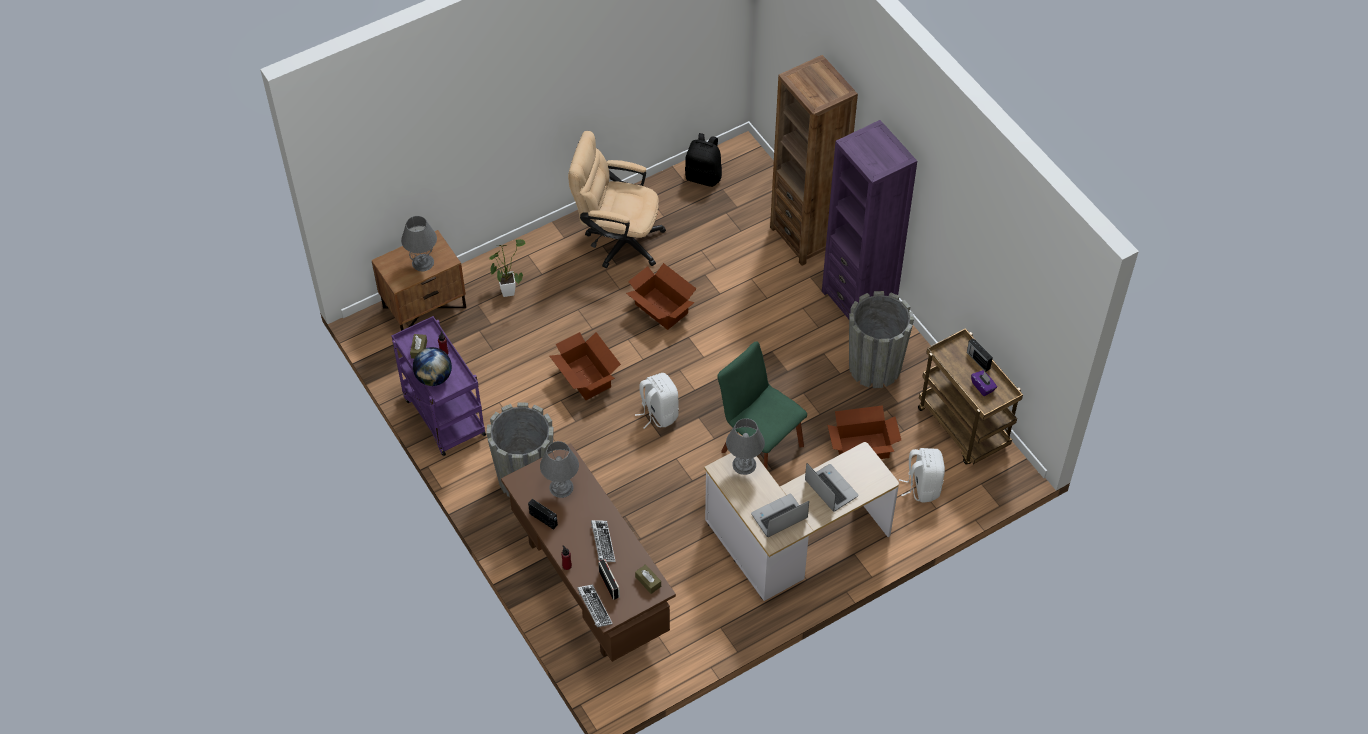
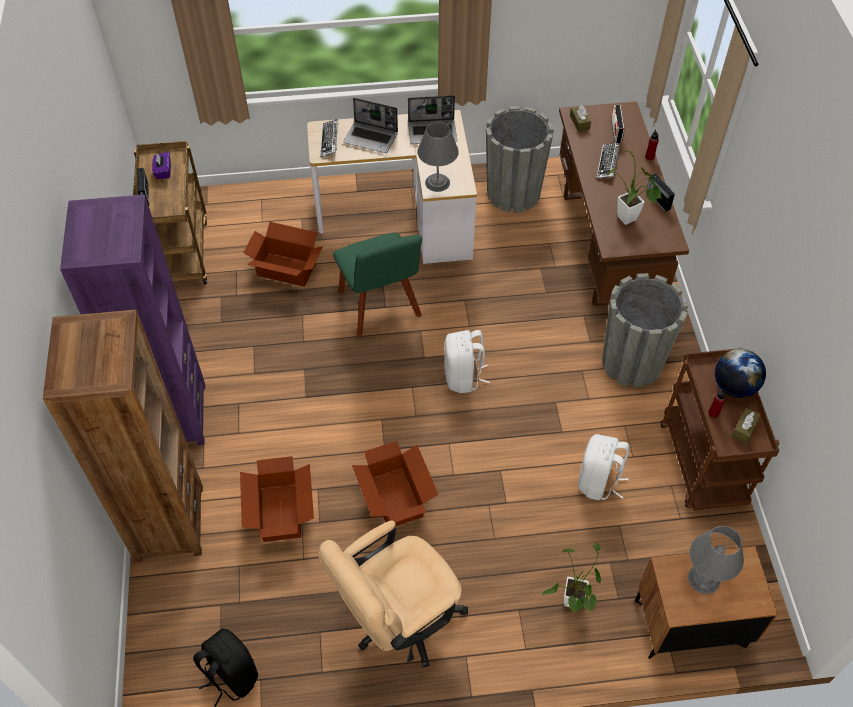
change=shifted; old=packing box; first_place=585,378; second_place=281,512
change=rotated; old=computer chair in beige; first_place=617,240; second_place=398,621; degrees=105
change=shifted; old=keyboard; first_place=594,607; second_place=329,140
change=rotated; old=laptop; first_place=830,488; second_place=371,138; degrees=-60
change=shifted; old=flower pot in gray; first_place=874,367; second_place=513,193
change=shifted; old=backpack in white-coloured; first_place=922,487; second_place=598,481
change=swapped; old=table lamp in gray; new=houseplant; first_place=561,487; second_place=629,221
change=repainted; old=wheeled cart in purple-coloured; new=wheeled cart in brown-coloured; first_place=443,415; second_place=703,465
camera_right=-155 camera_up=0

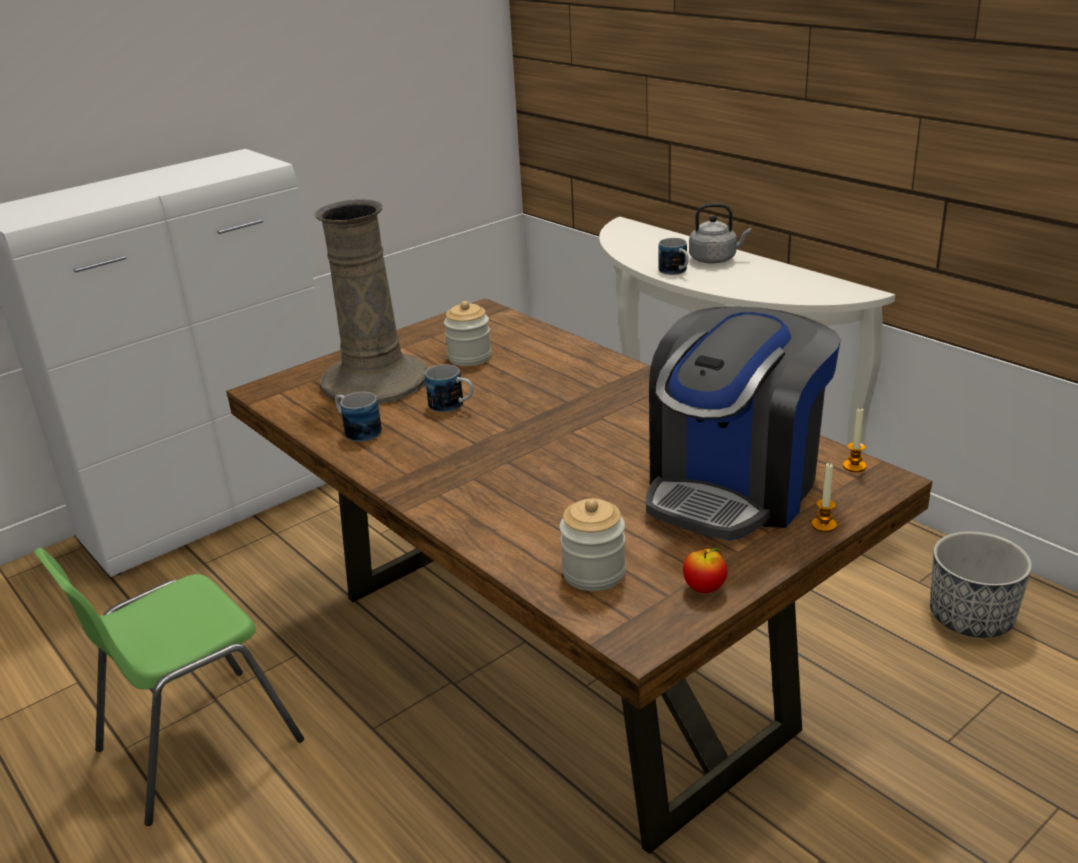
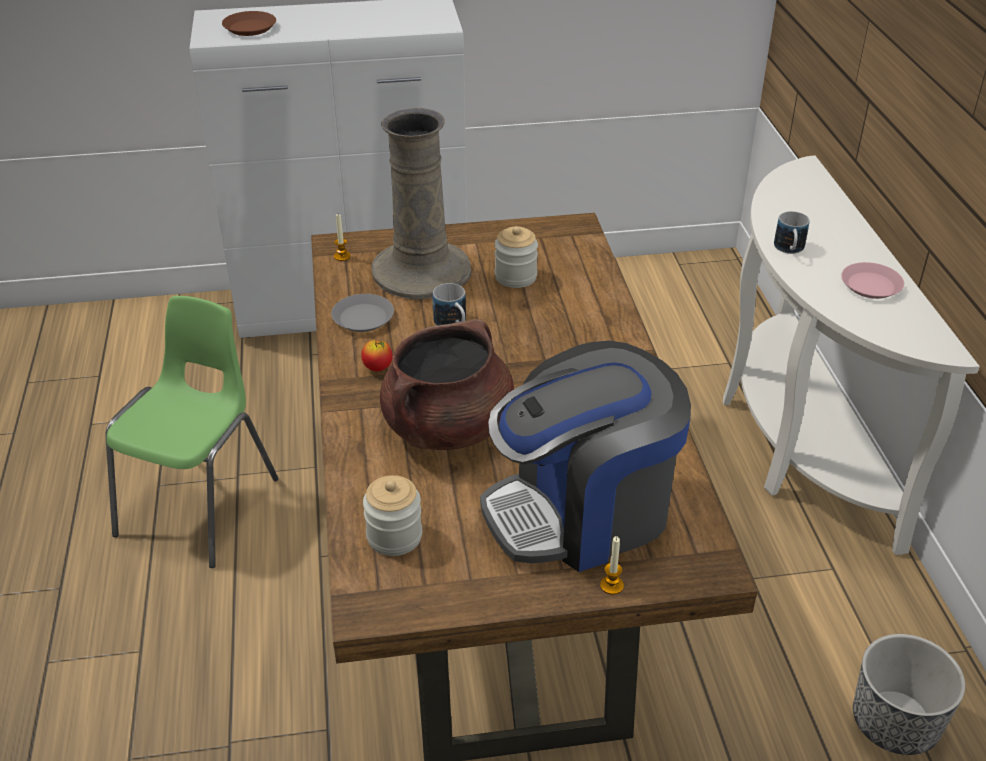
change=rotated; old=plain chair in greenish; first_place=196,745; second_place=201,506; degrees=120
change=new; new=dinner plate in brown-coloured; second_place=249,28
change=swapped; old=tea mug; new=dinner plate in gray; first_place=357,431; second_place=362,318
change=shifted; old=wax light; first_place=854,466; second_place=342,256
change=shifted; old=whole apple; first_place=704,588; second_place=378,368
change=new; new=stockpot in brown-coloured; second_place=447,428
change=new; new=dinner plate in pink; second_place=871,286
change=gone; old=tea kettle in gray; first_place=715,259
camera_right=30 camera_up=10

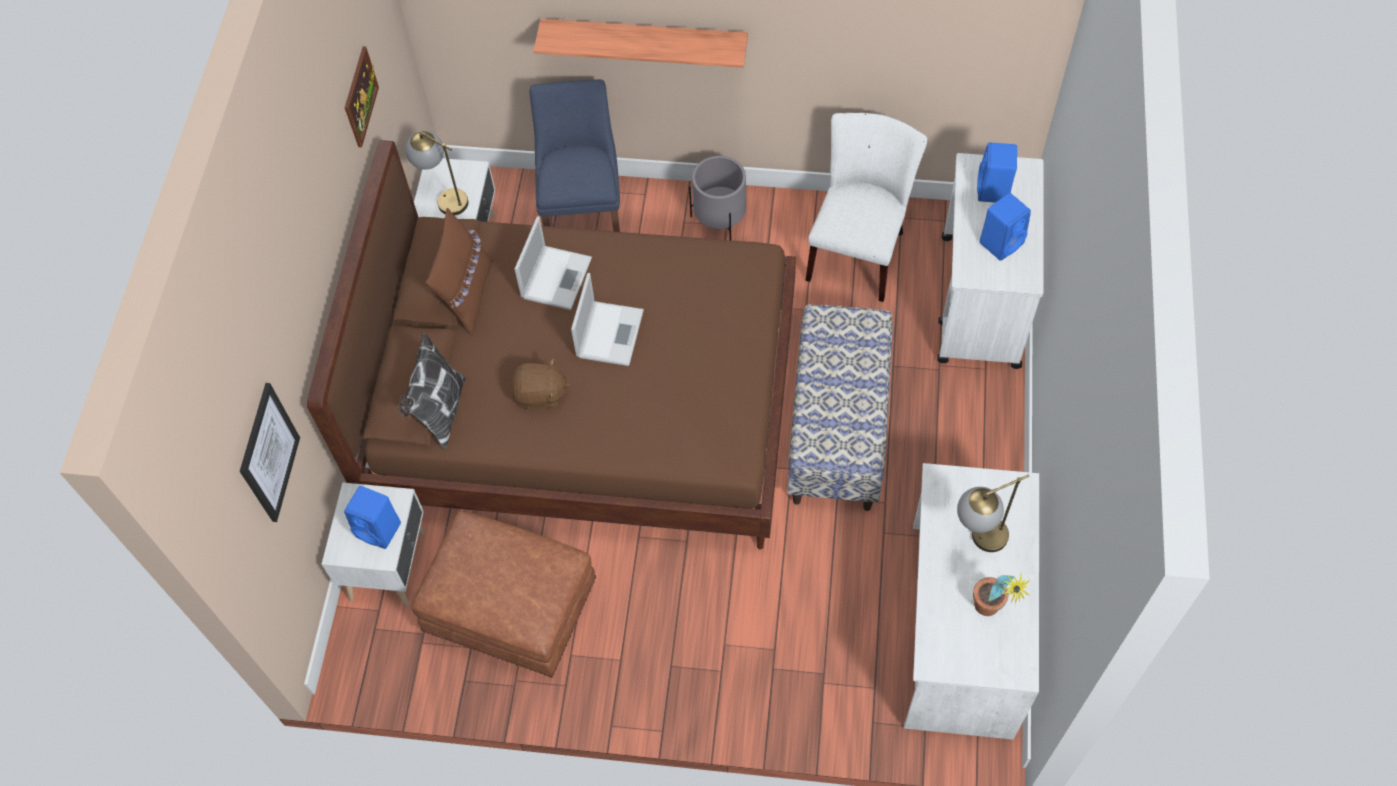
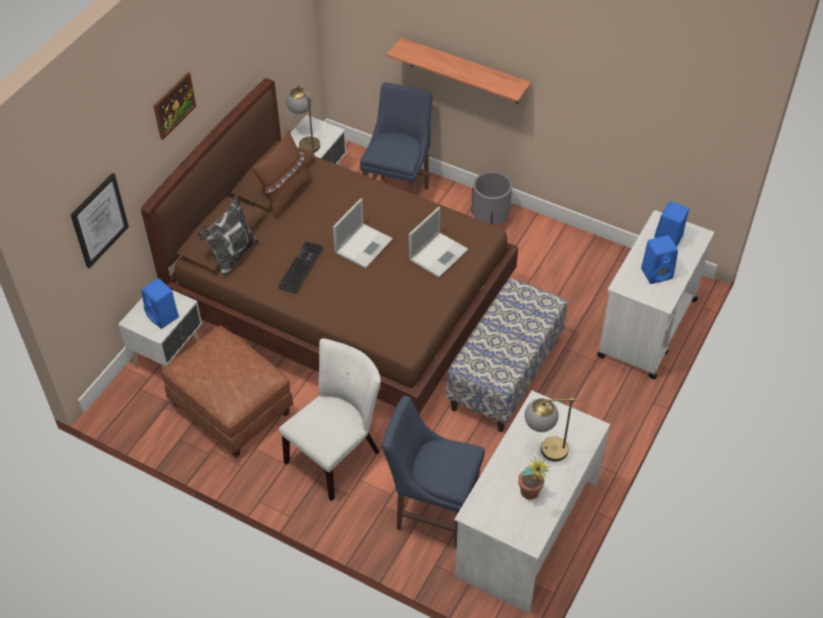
change=shifted; old=wall picture; first_place=360,97; second_place=174,105
change=swapped; old=soft toy in brown-coloured; new=keyboard; first_place=540,395; second_place=300,267
change=shifted; old=plain chair in white-coloured; first_place=858,250; second_place=337,454
change=new; new=plain chair in blue-coloured; second_place=432,511
change=shifted; old=laptop; first_place=556,276; second_place=439,254
camera_right=20 camera_up=-10

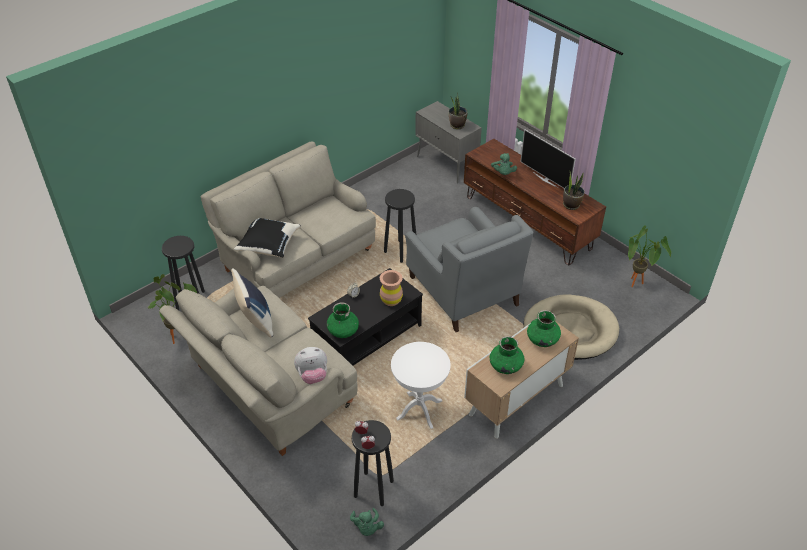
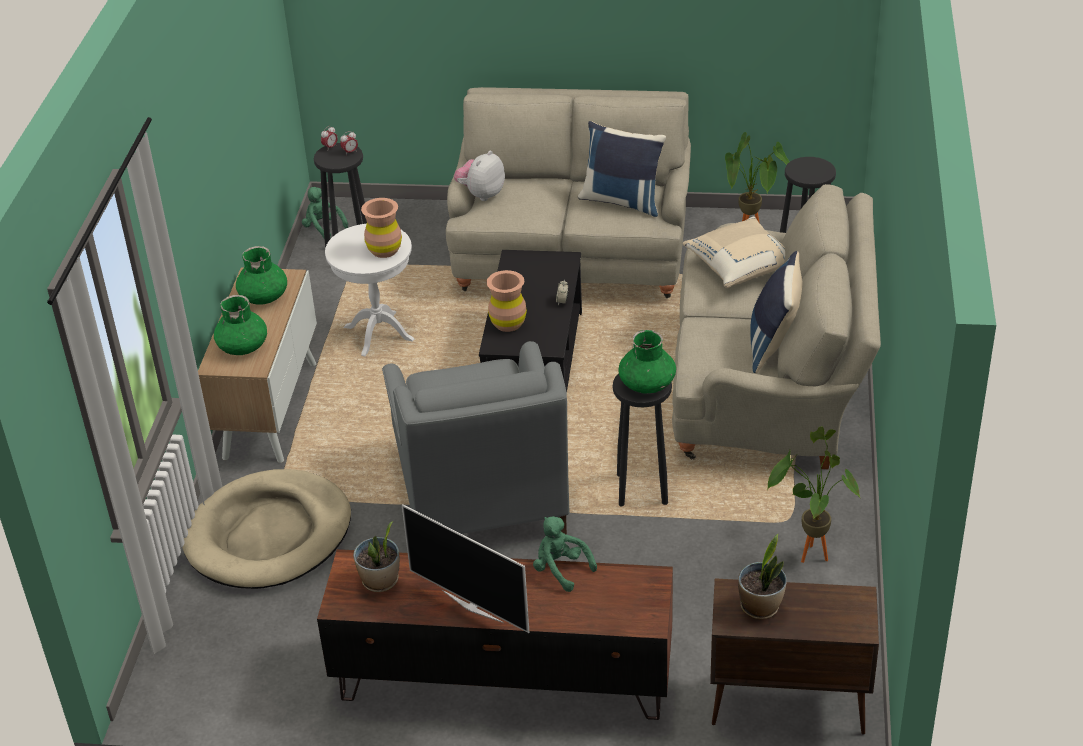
change=new; new=decorative vase in brown-coloured; second_place=384,250
change=rotated; old=armchair in gray; first_place=463,290; second_place=481,493; degrees=-120
change=rotated; old=television; first_place=545,179; second_place=473,605; degrees=-150
change=shifted; old=decorative vase in greenish; first_place=343,330; second_place=647,384
change=repainted; old=pillow in blackish; new=pillow in beige; first_place=268,245; second_place=741,266
change=repainted; old=cabinet in gray; new=cabinet in brown-coloured; first_place=446,165; second_place=786,704
change=new; new=pillow in blue-coloured; second_place=774,345
change=shifted; old=houseplant; first_place=636,285; second_place=807,552
camera_right=140 camera_up=-5

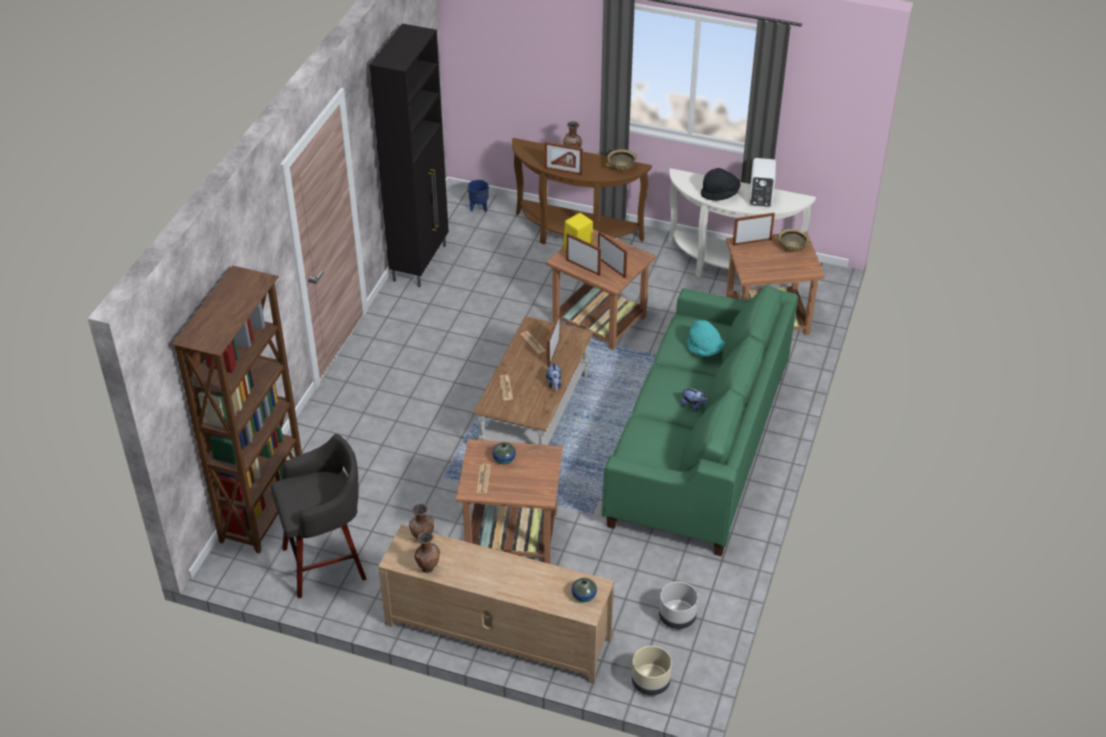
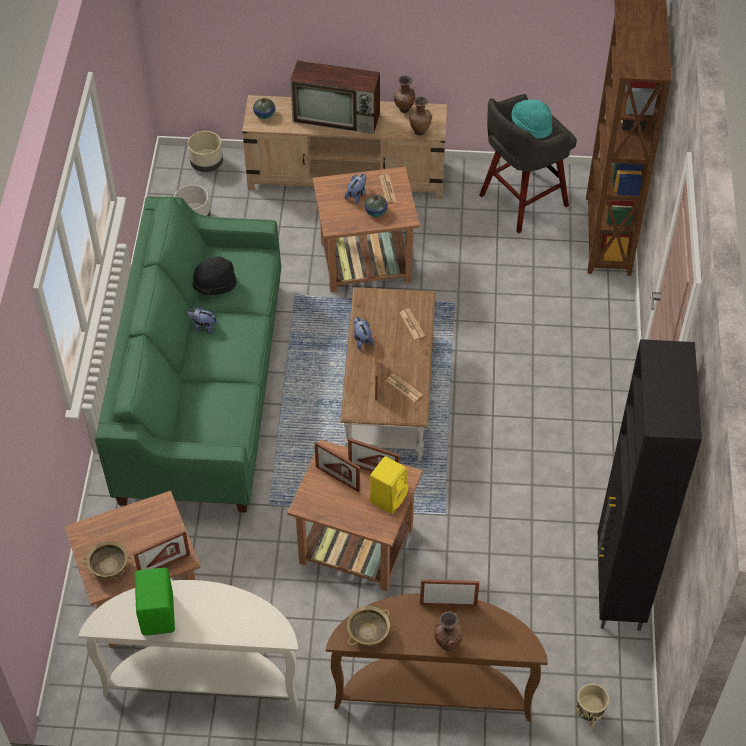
change=repainted; old=loudspeaker in white-coloured; new=loudspeaker in greenish; first_place=759,198; second_place=159,613
change=shifted; old=wearable hat in blackish; first_place=720,194; second_place=213,285
change=new; new=television; second_place=338,117
change=new; new=soft toy; second_place=357,195
change=shifted; old=wearable hat in turquoise; first_place=704,350; second_place=531,126
change=repainted; old=flower pot in blue-coloured; new=flower pot in beige; first_place=479,208; second_place=588,716
camera_right=165 camera_up=10

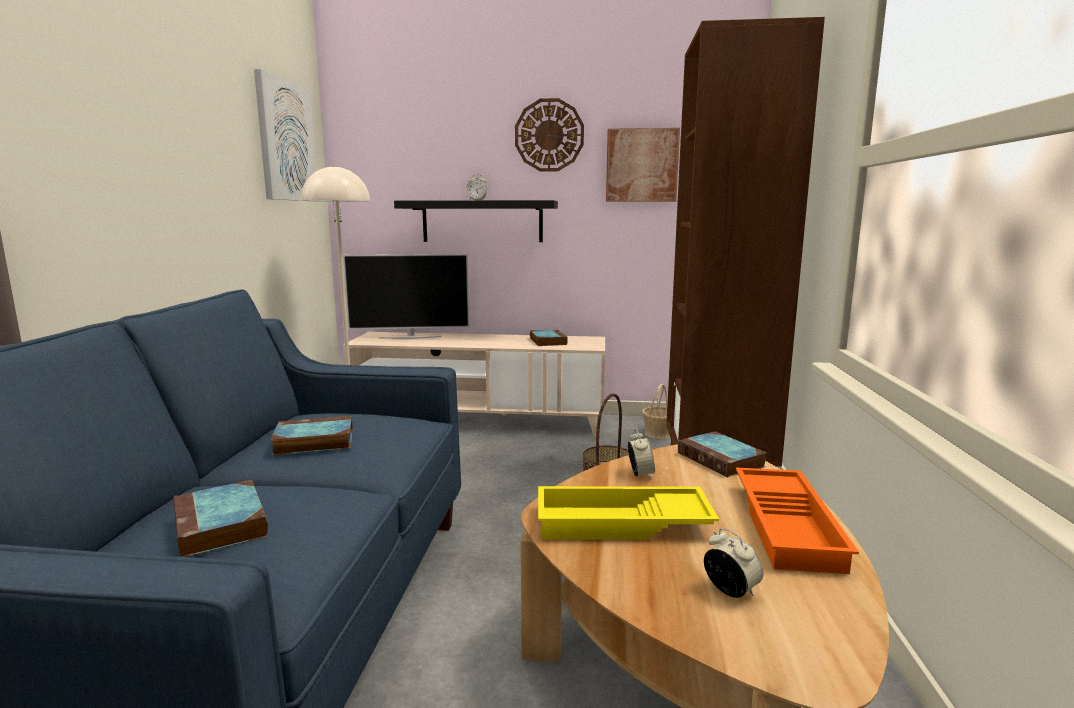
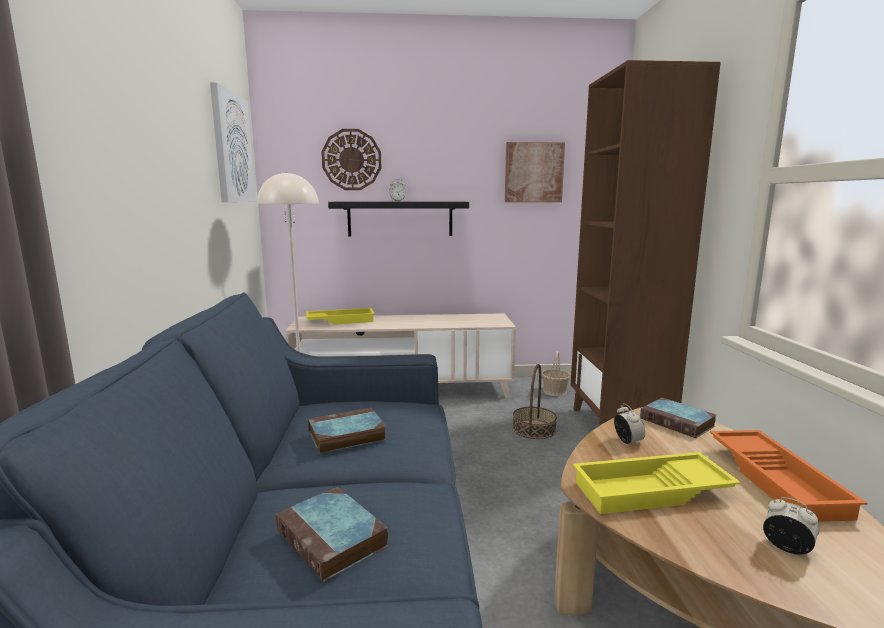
change=swapped; old=television; new=tray in yellow; first_place=410,337; second_place=341,320
change=shifted; old=clock on the wall; first_place=549,135; second_place=351,160
change=gone; old=bound book; first_place=547,341
camera_right=-10 camera_up=0

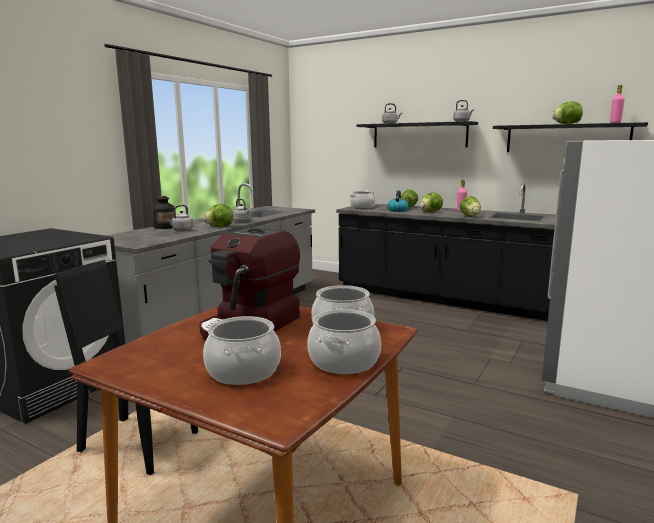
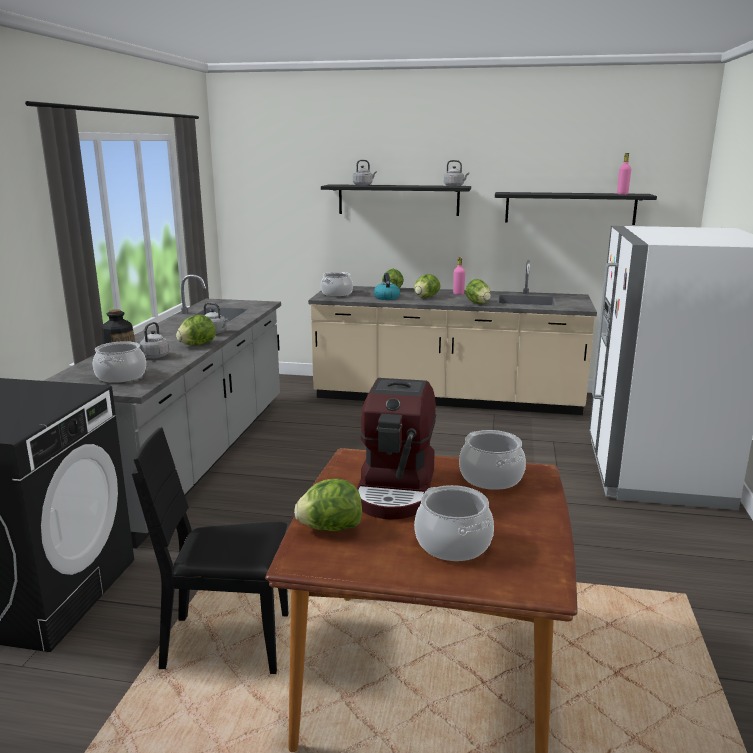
change=shifted; old=stockpot; first_place=343,361; second_place=120,376
change=shifted; old=lettuce head; first_place=566,124; second_place=330,528
change=repainted; old=kitchen counter in blackish; new=kitchen counter in beige; first_place=447,299; second_place=447,398
camera_right=-20 camera_up=5

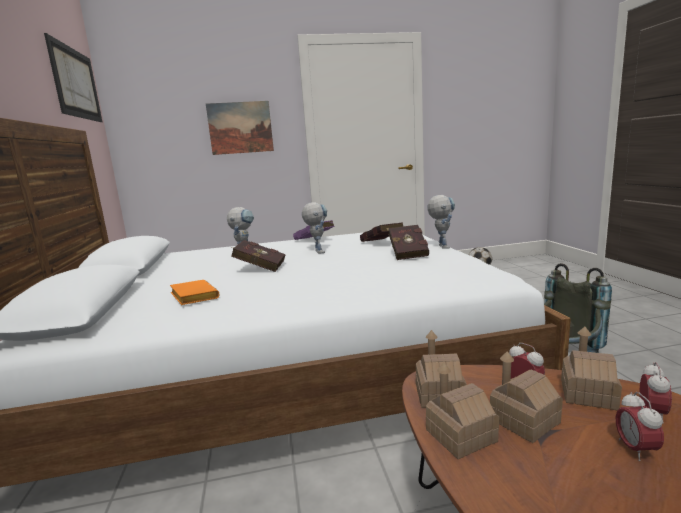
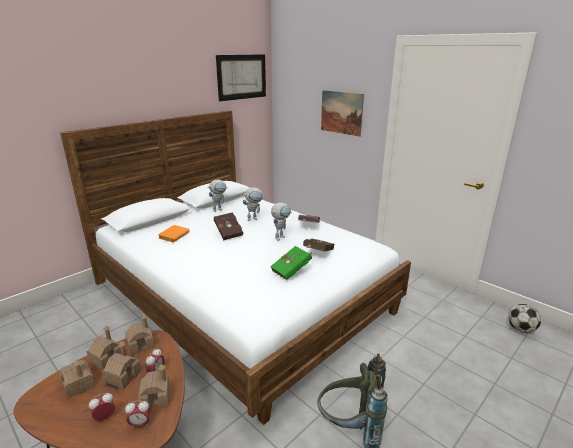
change=new; new=toy house; second_place=79,384
change=shifted; old=model robot; first_place=441,246; second_place=219,209
change=repainted; old=bound book in reddish; new=bound book in greenish; first_place=408,253; second_place=293,271
camera_right=55 camera_up=10

